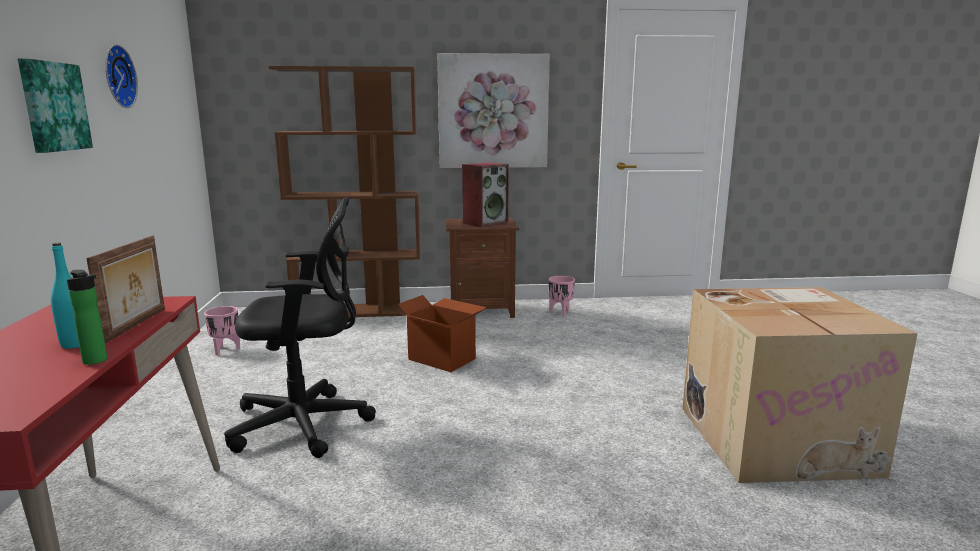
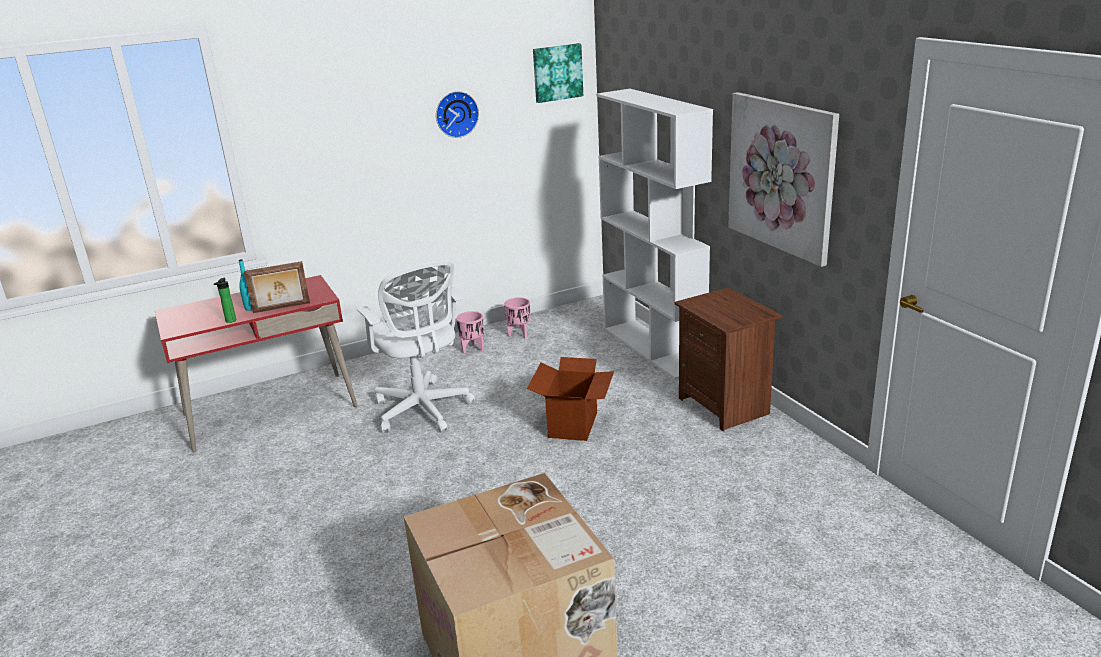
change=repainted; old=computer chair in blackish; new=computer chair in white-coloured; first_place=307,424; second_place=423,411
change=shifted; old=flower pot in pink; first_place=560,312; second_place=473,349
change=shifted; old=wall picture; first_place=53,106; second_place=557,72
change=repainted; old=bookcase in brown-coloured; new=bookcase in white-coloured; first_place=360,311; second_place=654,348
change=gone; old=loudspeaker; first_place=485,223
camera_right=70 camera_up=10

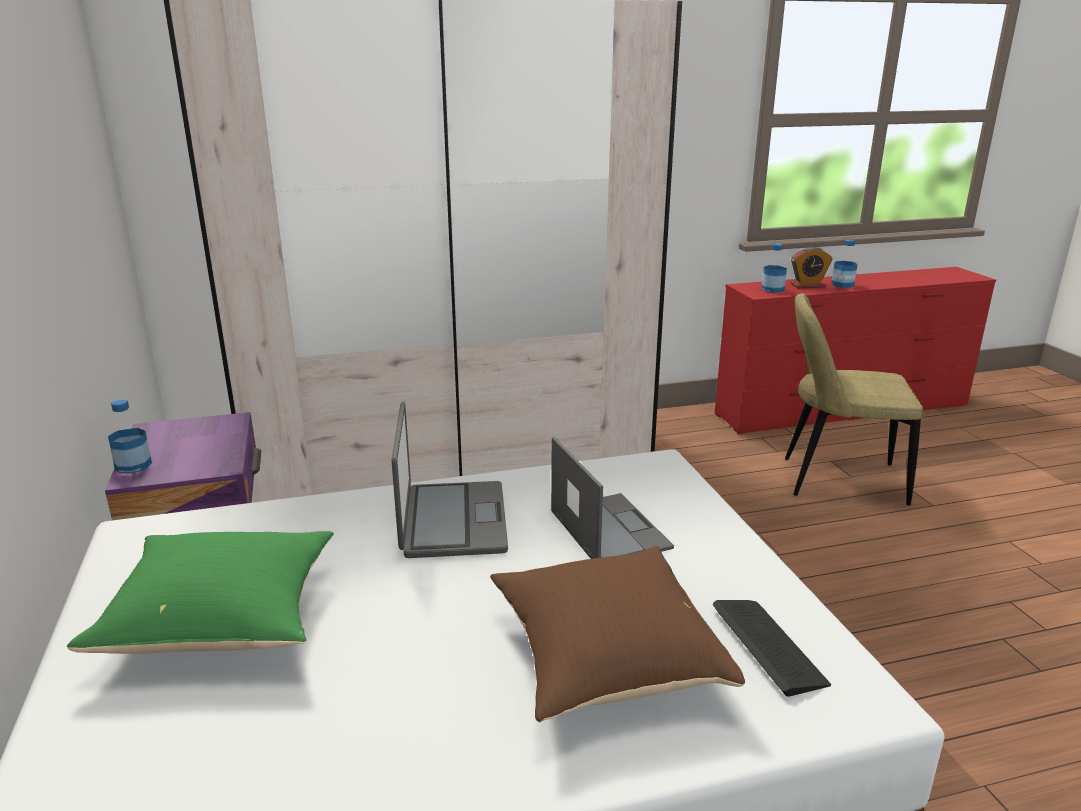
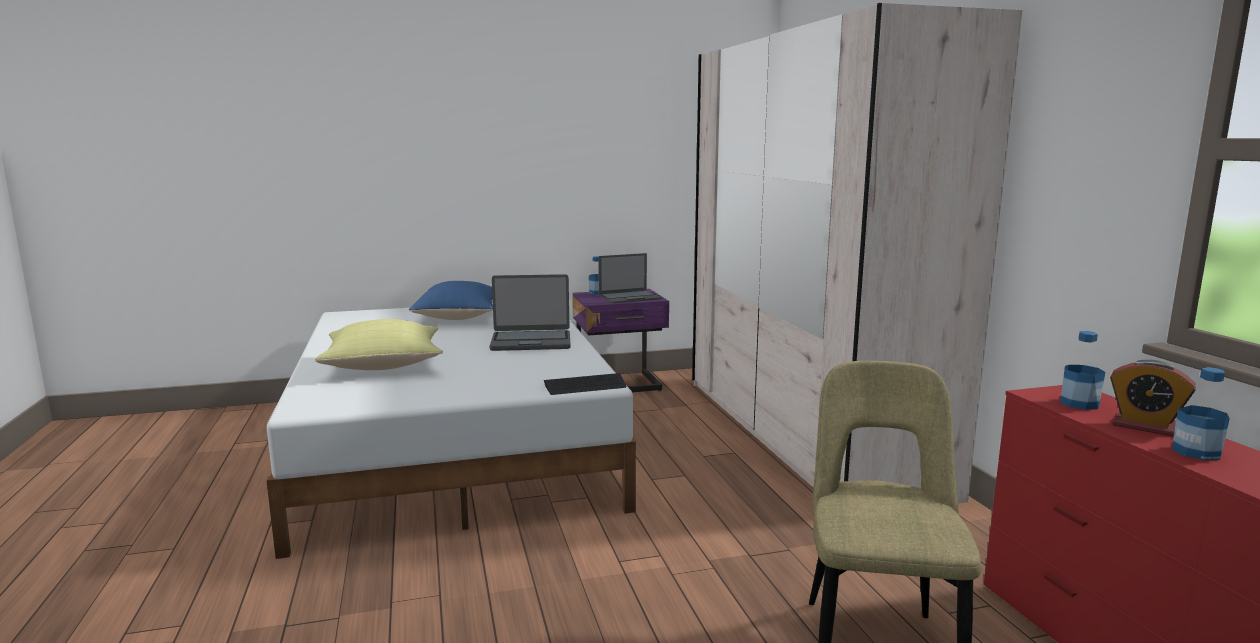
change=repainted; old=pillow in brown-coloured; new=pillow in yellow; first_place=604,658; second_place=385,365
change=repainted; old=pillow in greenish; new=pillow in blue-coloured; first_place=224,620; second_place=460,318
change=shifted; old=keyboard; first_place=768,646; second_place=585,386
change=shifted; old=laptop; first_place=608,528; second_place=630,297
change=rotated; old=table clock; first_place=808,285; second_place=1144,427; degrees=-45
camera_right=90 camera_up=-10

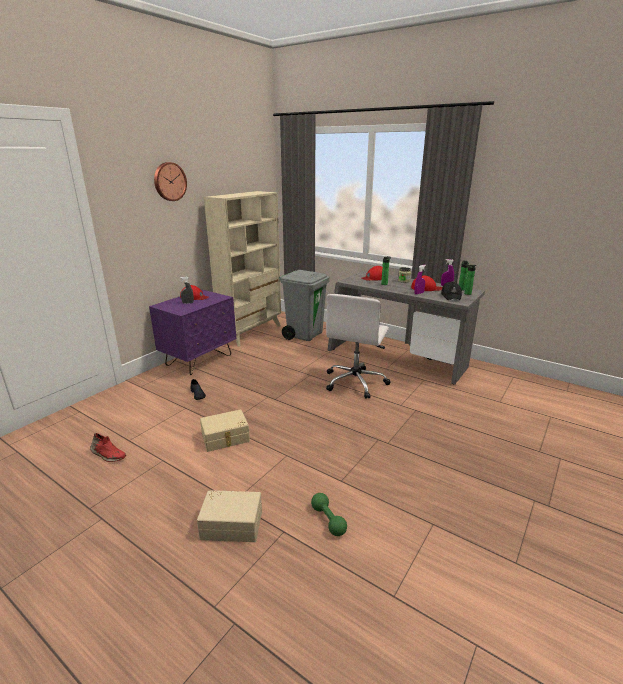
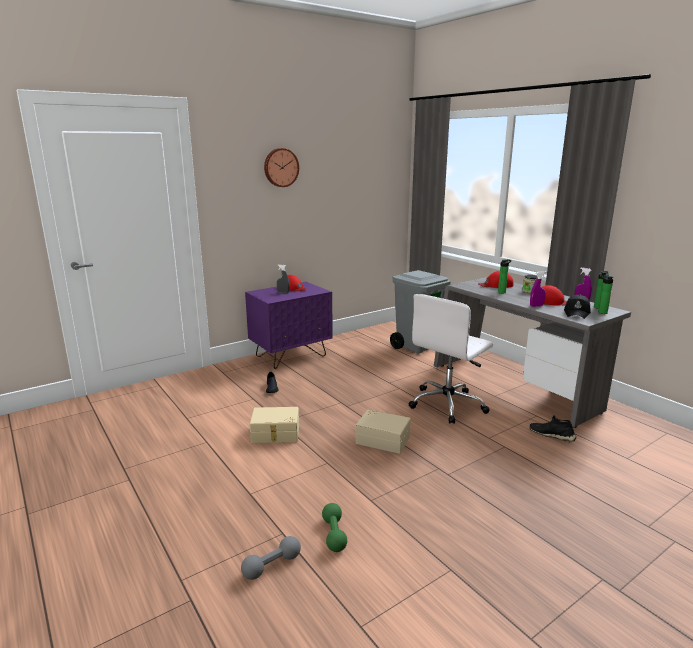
change=new; new=hand weight in gray; second_place=272,566
change=shifted; old=storage box in beige; first_place=232,523; second_place=383,439
change=new; new=item of footwear in blackish; second_place=551,435
change=gone; old=item of footwear in reddish; first_place=108,455
change=gone; old=bookcase in beige; first_place=251,332
camera_right=20 camera_up=-5

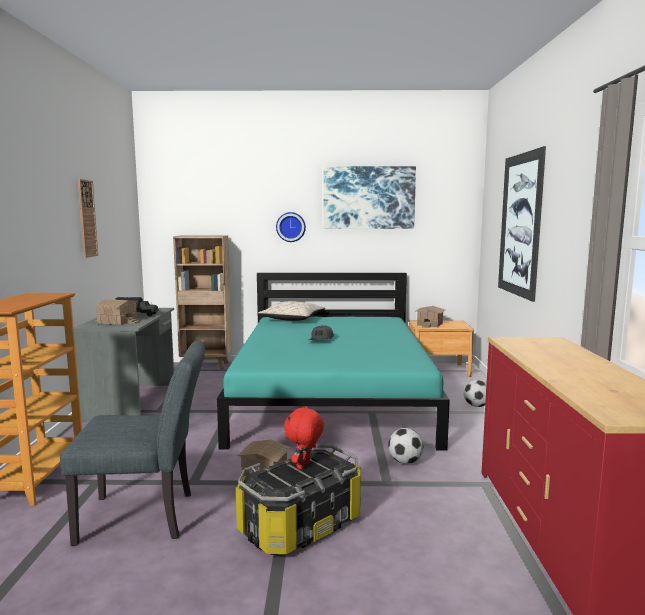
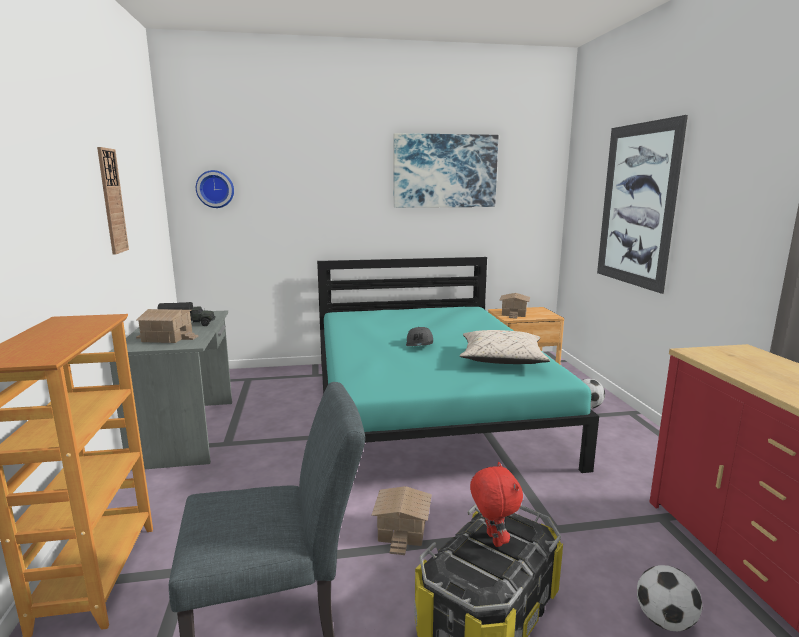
change=shifted; old=clock on the wall; first_place=291,227; second_place=215,189
change=shifted; old=pillow in beige; first_place=292,319; second_place=501,359
change=rotated; old=soft toy in reddish; first_place=304,466; second_place=492,539; degrees=150
change=shifted; old=football ball; first_place=405,462; second_place=664,621
change=gone; old=bookcase in brown-coloured; first_place=206,366
camera_right=-10 camera_up=5

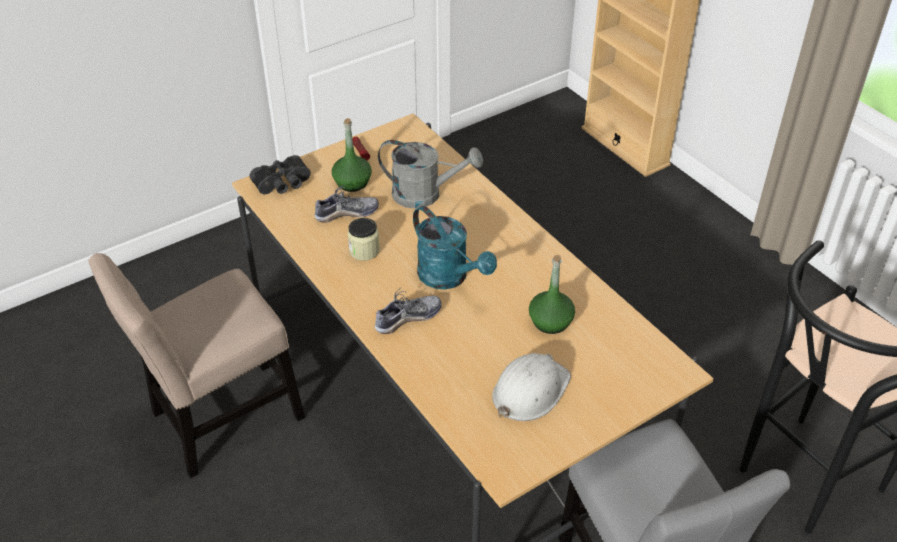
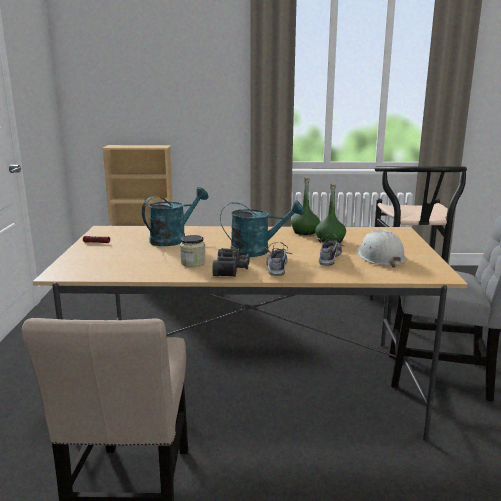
change=repainted; old=watering pot in gray; new=watering pot in turquoise; first_place=425,195; second_place=173,239
change=shifted; old=field glasses in blackish; first_place=283,184; second_place=232,269
change=shifted; old=bottle in greenish; first_place=352,183; second_place=305,232
change=shifted; old=item of footwear; first_place=346,213; second_place=329,258
camera_right=-55 camera_up=-25

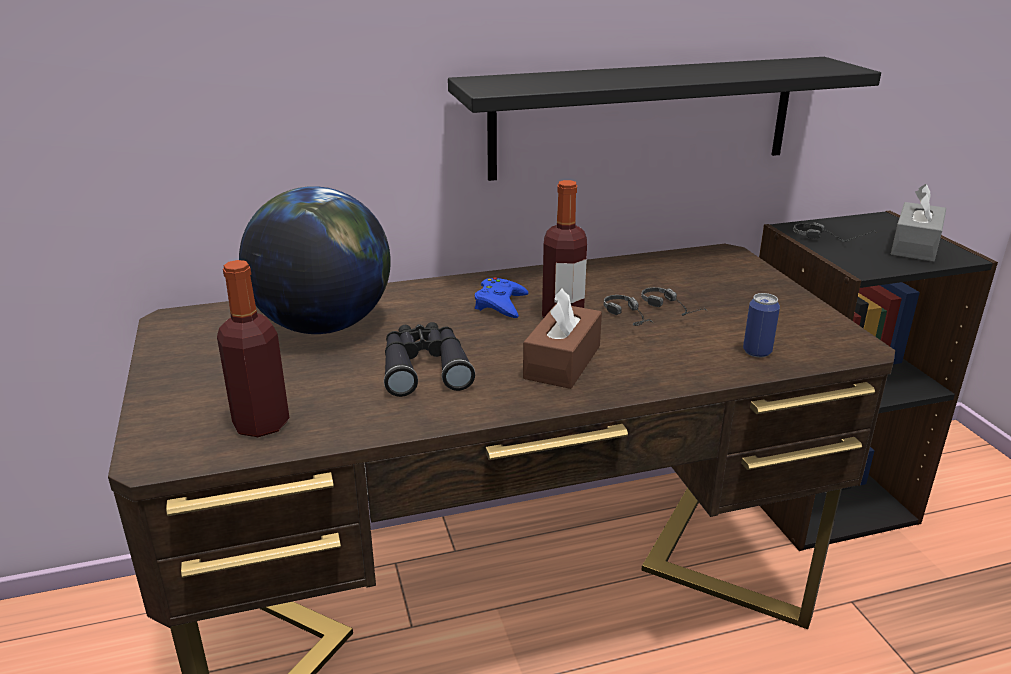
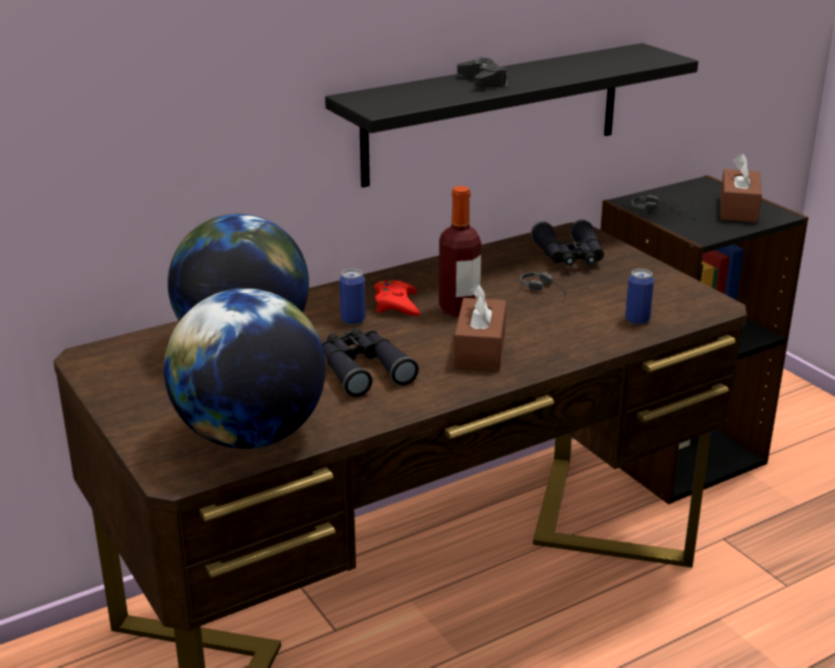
change=swapped; old=bottle; new=desk globe; first_place=261,424; second_place=250,435
change=new; new=metal can; second_place=353,320
change=repainted; old=game controller in blue-coloured; new=game controller in reddish; first_place=500,304; second_place=397,304
change=new; new=game controller in blackish; second_place=483,81
change=new; new=field glasses in blackish; second_place=570,257
change=repainted; old=tissue box in gray; new=tissue box in brown-coloured; first_place=915,246; second_place=738,209
change=gone; old=headphones; first_place=634,321
camera_right=-15 camera_up=0

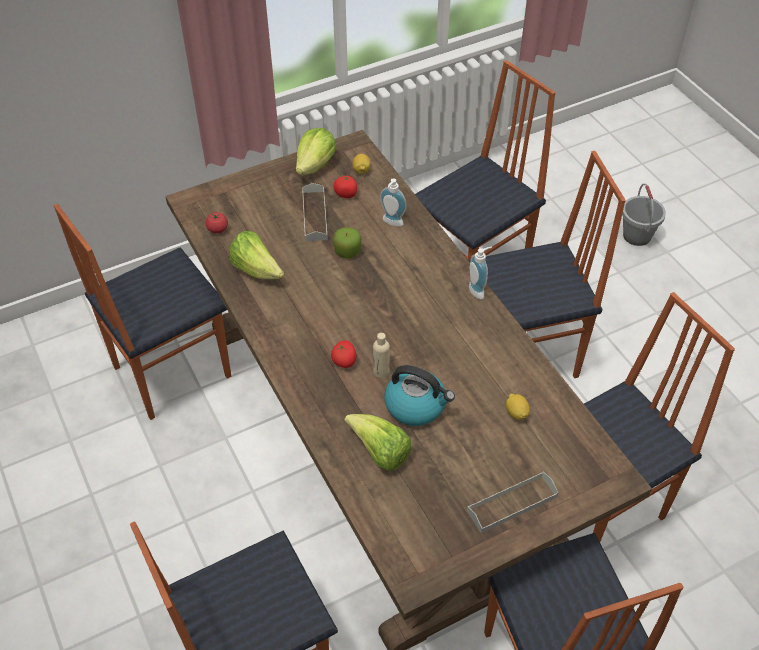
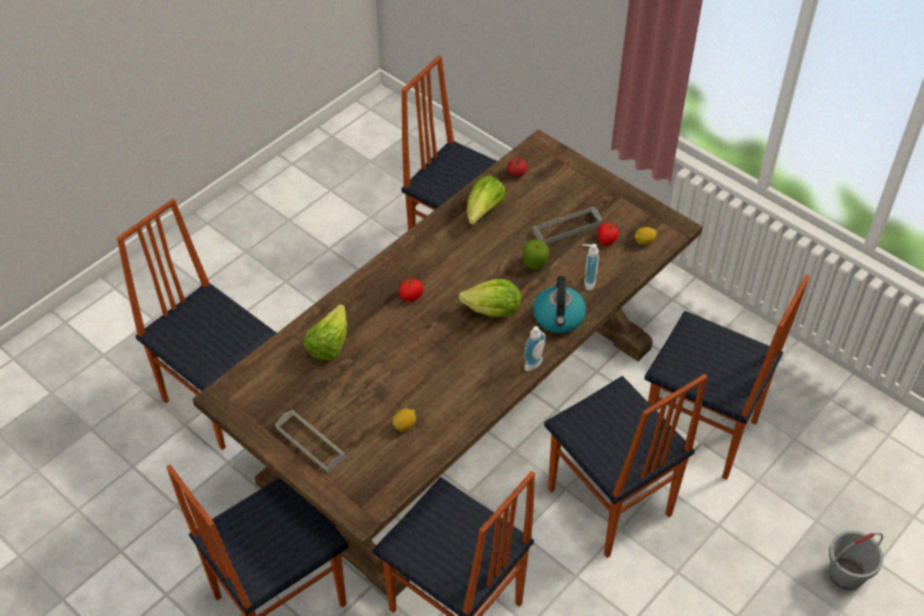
change=shifted; old=lettuce head; first_place=316,165; second_place=493,311
change=shifted; old=tea kettle; first_place=416,405; second_place=559,318
change=gone; old=bottle in beige; first_place=381,371
camera_right=70 camera_up=0

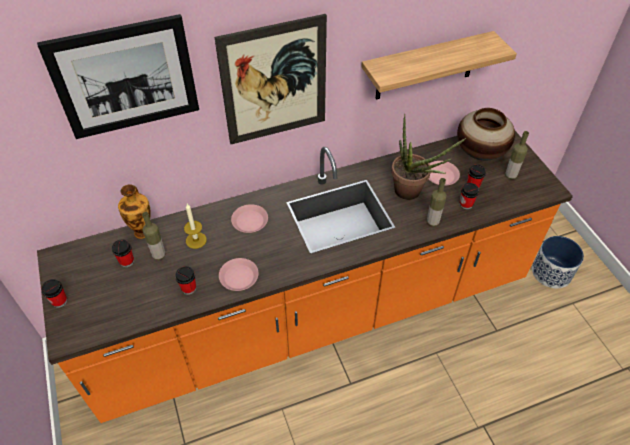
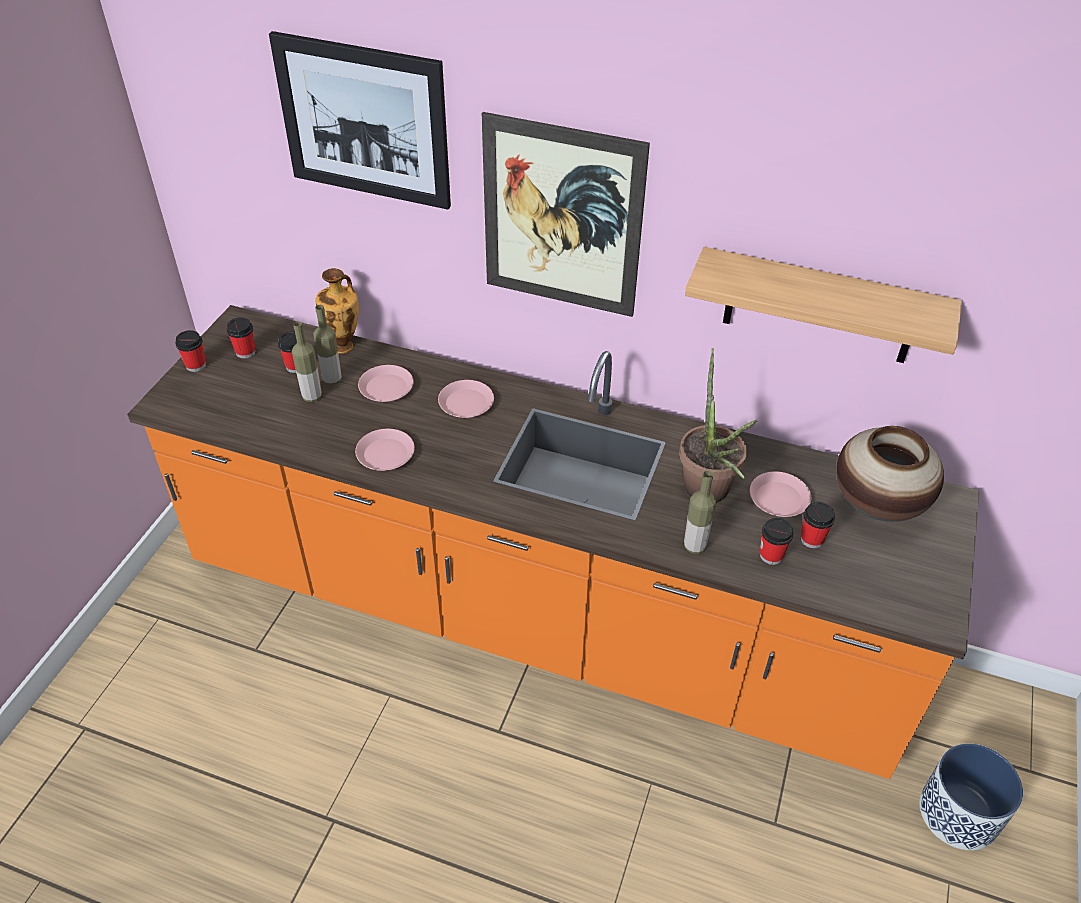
change=shifted; old=small cup; first_place=188,288; second_place=245,352
change=shifted; old=bottle; first_place=510,175; second_place=312,396
change=swapped; old=wax light; new=dinner plate in pink; first_place=196,240; second_place=386,388
camera_right=40 camera_up=-5

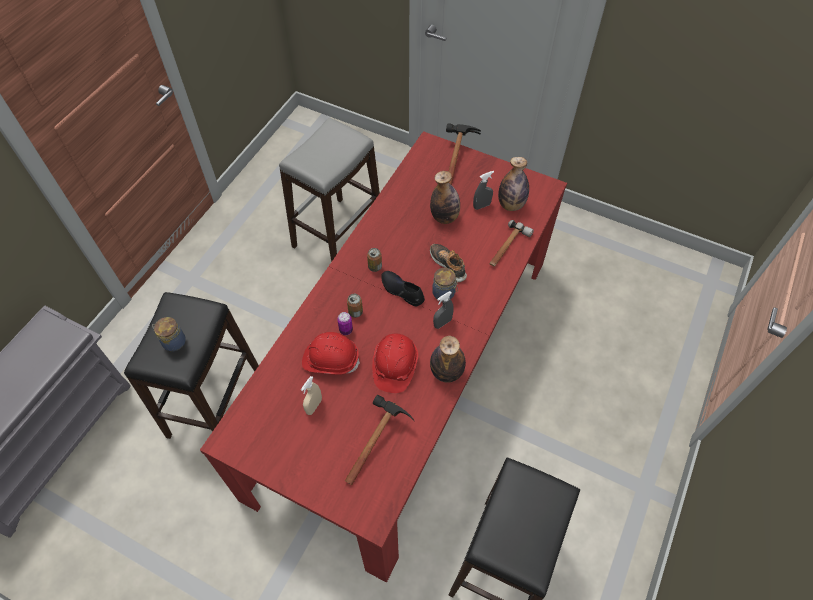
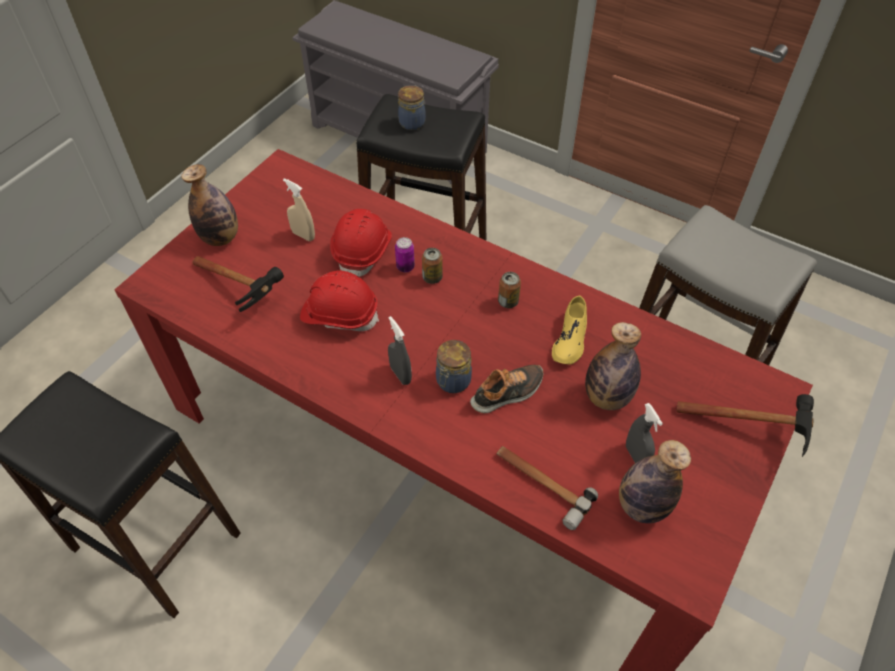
change=shifted; old=bottle; first_place=446,372; second_place=220,237
change=new; new=item of footwear in yellow; second_place=570,339
change=gone; old=item of footwear in blackish; first_place=402,290
camera_right=95 camera_up=-5

